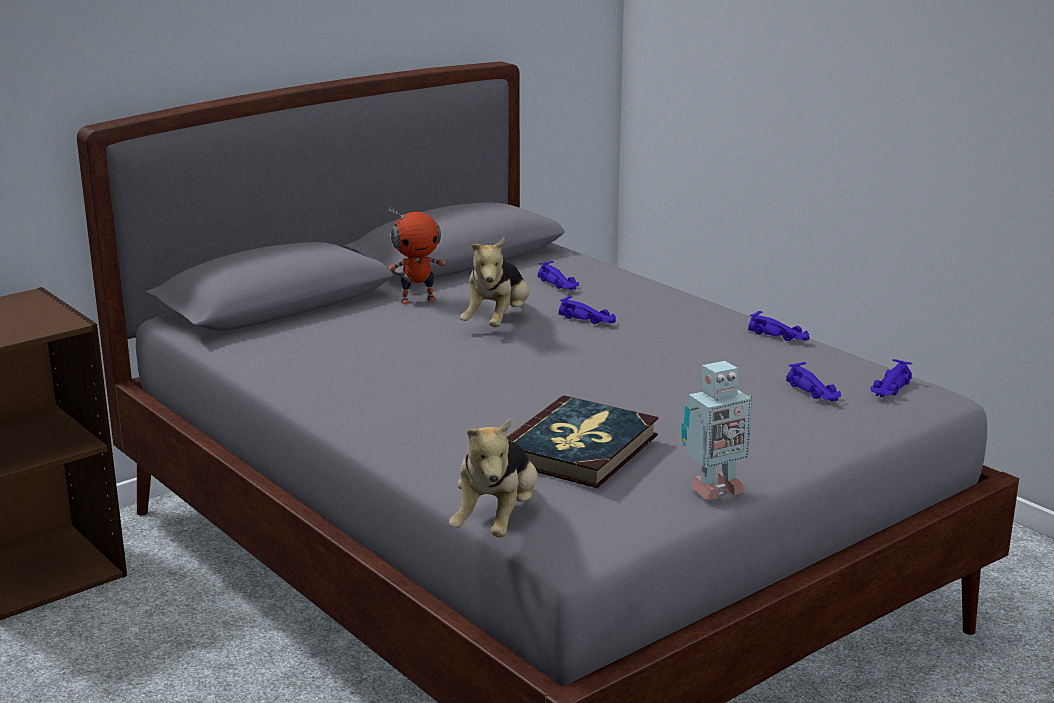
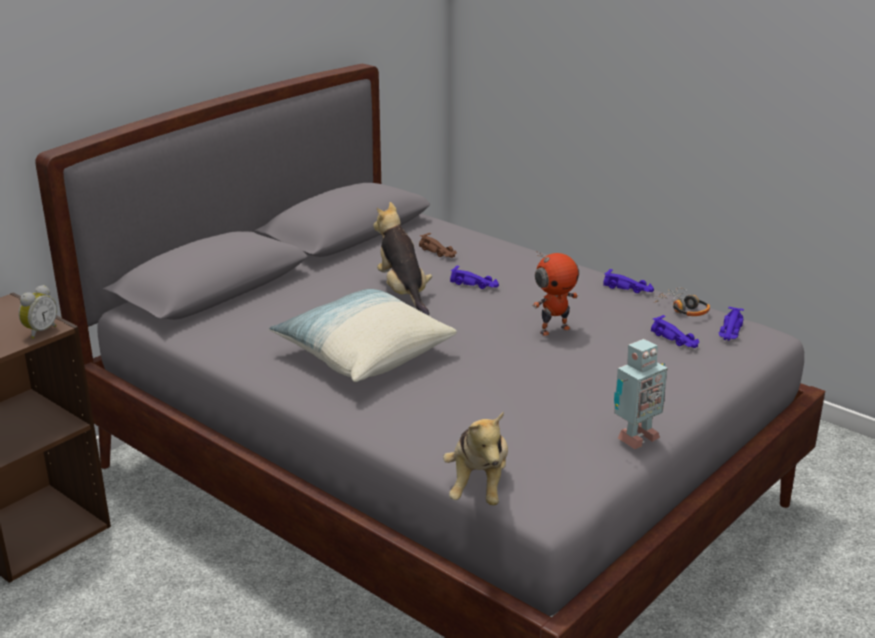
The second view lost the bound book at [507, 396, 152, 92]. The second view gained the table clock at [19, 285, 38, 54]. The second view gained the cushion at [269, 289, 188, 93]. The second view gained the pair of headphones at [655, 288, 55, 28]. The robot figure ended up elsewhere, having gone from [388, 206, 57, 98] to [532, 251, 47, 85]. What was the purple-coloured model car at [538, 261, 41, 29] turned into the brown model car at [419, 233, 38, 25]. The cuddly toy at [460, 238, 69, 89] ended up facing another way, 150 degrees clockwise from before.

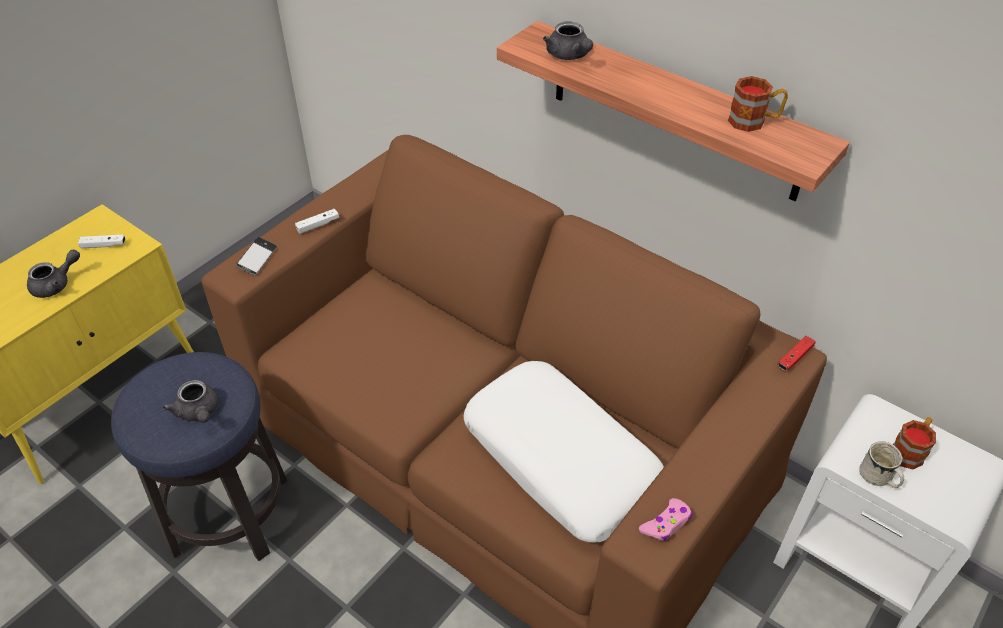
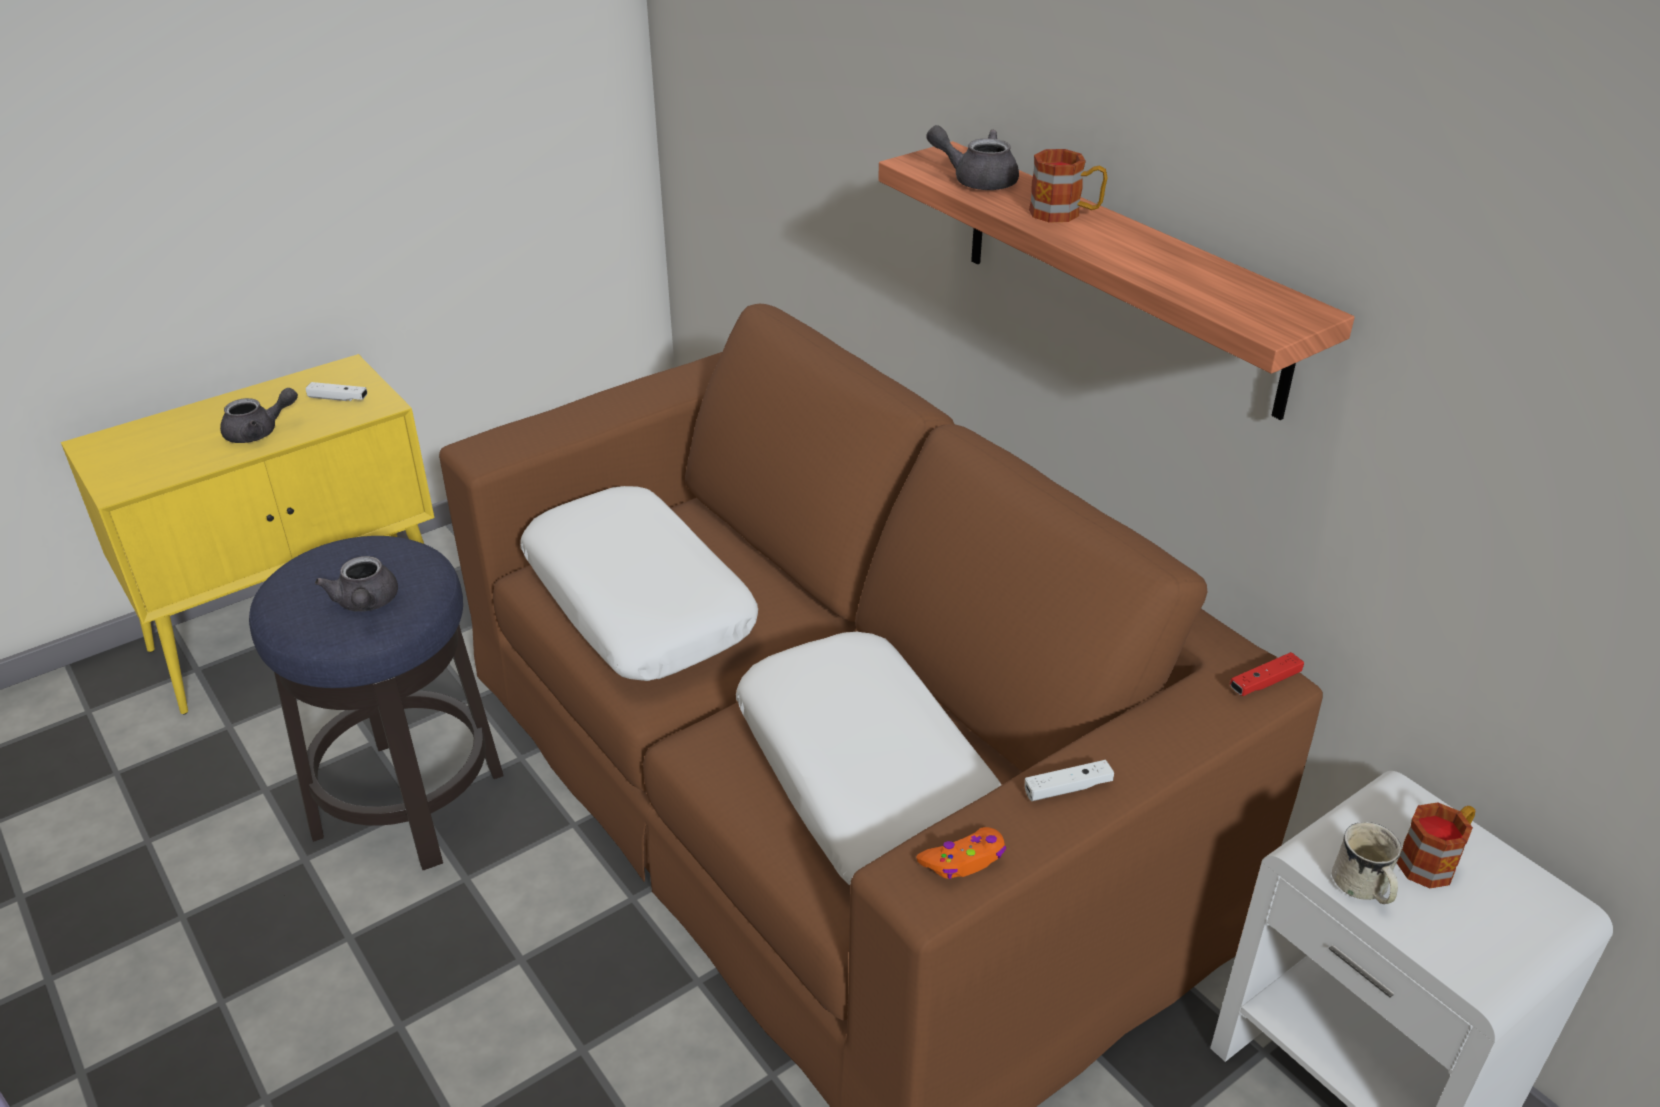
The second view lost the handset at [236, 237, 41, 38]. The second view gained the whitish cushion at [520, 486, 238, 195]. The whitish joypad ended up elsewhere, having gone from [295, 209, 44, 25] to [1025, 760, 89, 41]. The coffee mug ended up elsewhere, having gone from [728, 76, 60, 56] to [1029, 149, 79, 74]. What was the pink-coloured joypad at [639, 498, 53, 43] turned into the orange joypad at [916, 827, 90, 52]. The greyish teapot at [543, 21, 50, 39] ended up facing another way, 120 degrees clockwise from before.

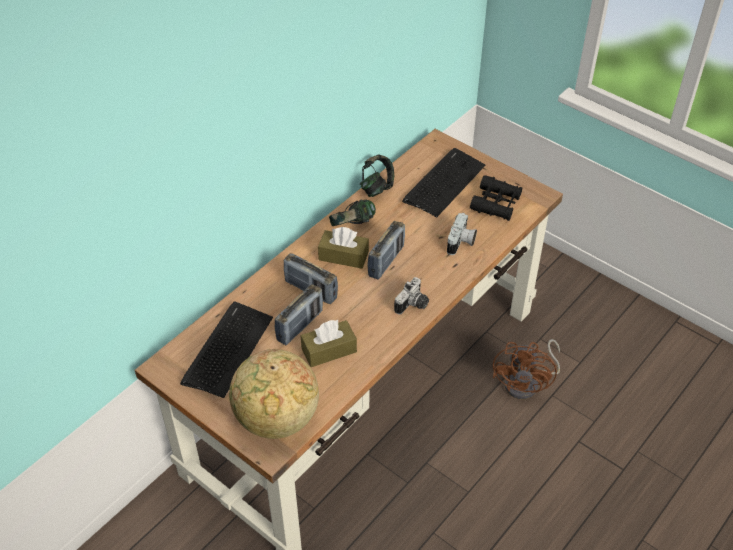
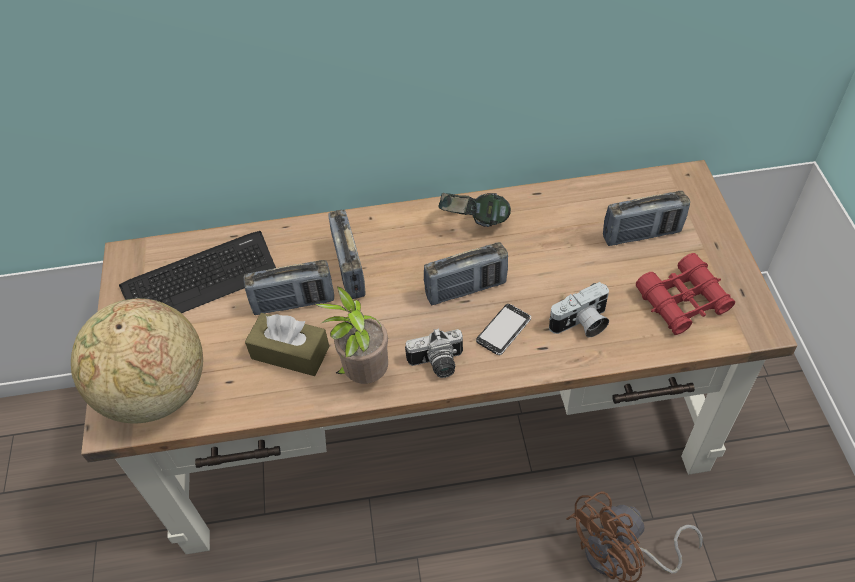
The second view lost the brown tissue holder at [318, 227, 51, 42]. The second view lost the pair of headphones at [360, 154, 34, 43]. The second view gained the potted plant at [316, 286, 72, 98]. The second view gained the handset at [476, 304, 55, 51]. Where the computer keyboard stood at [402, 148, 83, 69], the radio set came to stand at [603, 191, 87, 55]. What was the blackish binoculars at [470, 175, 52, 46] turned into the red-coloured binoculars at [636, 253, 99, 82].

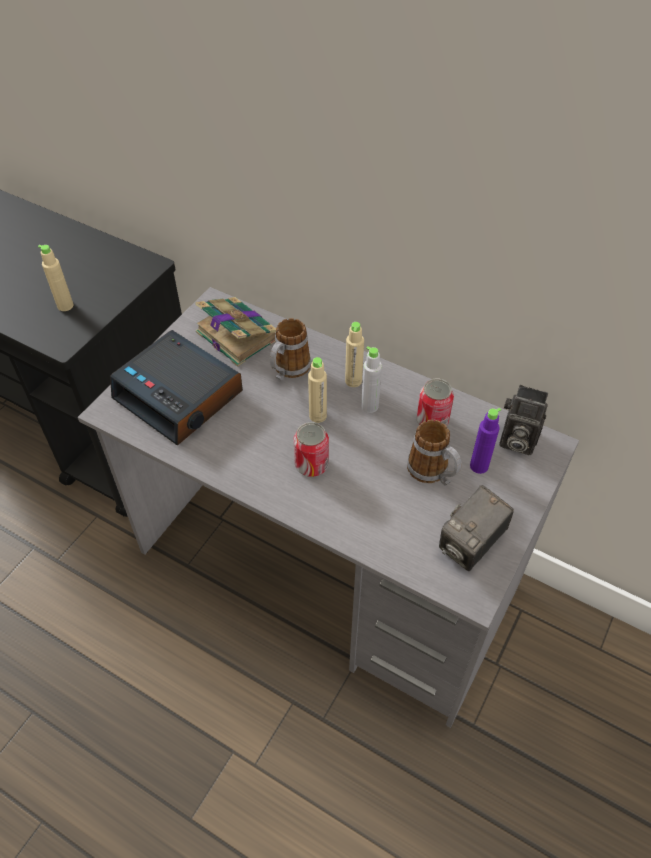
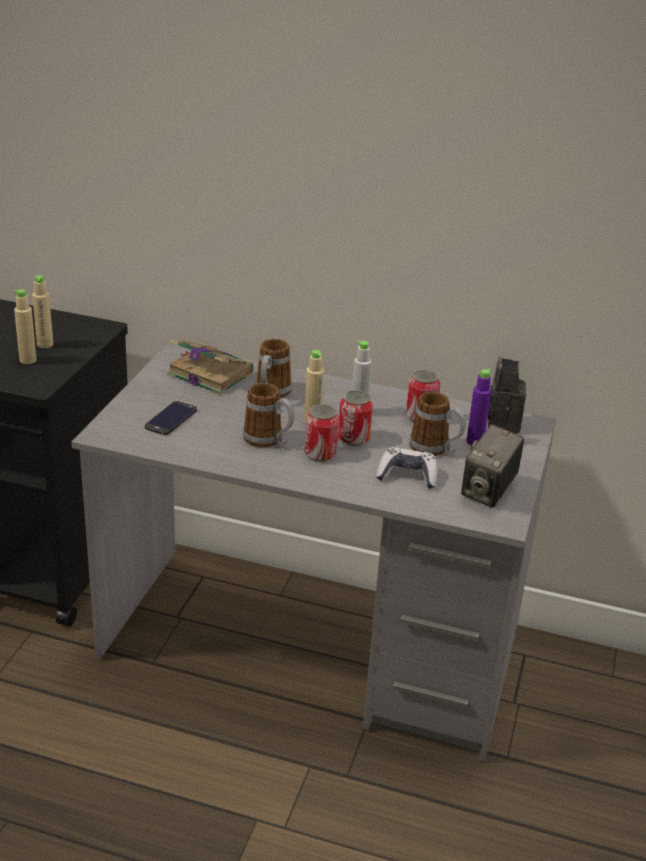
The second view gained the coffee mug at [243, 383, 51, 65]. The second view gained the can at [338, 390, 35, 56]. The second view gained the joypad at [376, 447, 61, 42]. The beige drink bottle ended up elsewhere, having gone from [345, 322, 19, 65] to [32, 275, 21, 73]. Where the table clock stood at [110, 330, 133, 116], the handset came to stand at [145, 401, 52, 34]. The photo camera at [499, 385, 49, 70] ended up facing another way, 90 degrees clockwise from before.

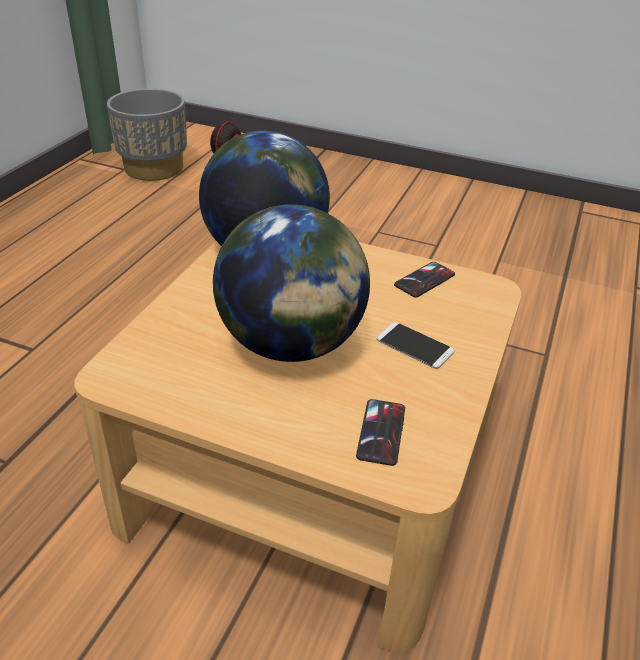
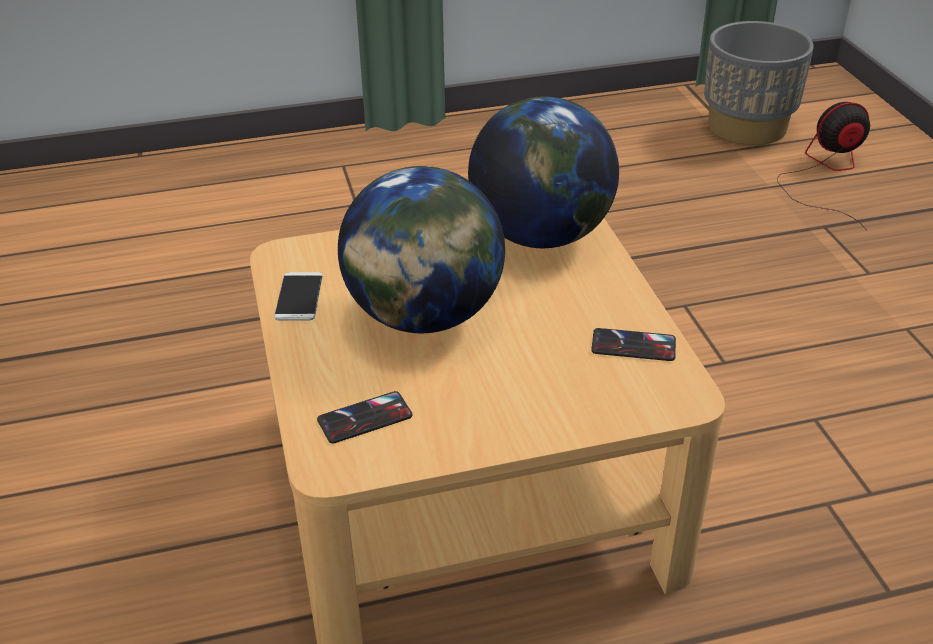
The handset ended up elsewhere, having gone from [377, 322, 77, 47] to [274, 272, 49, 49].

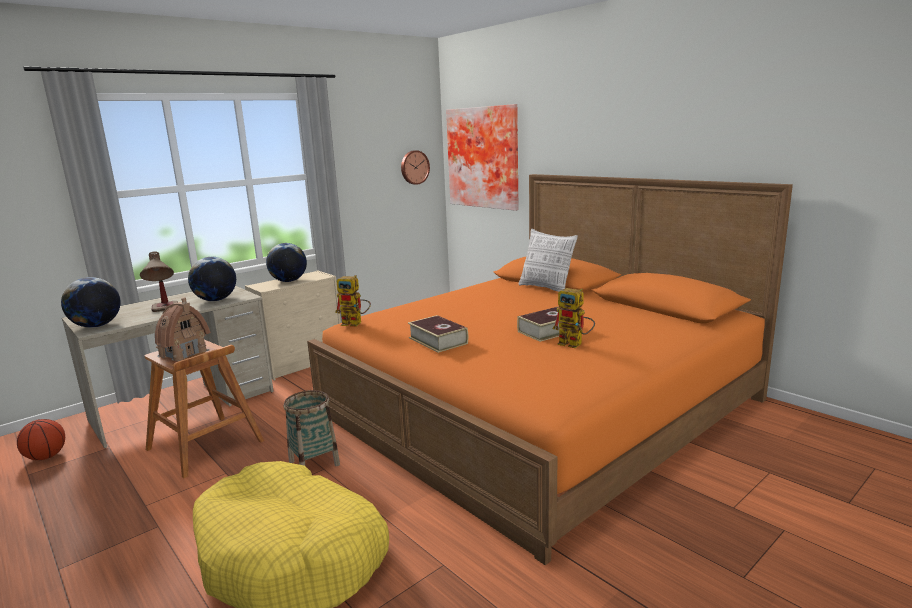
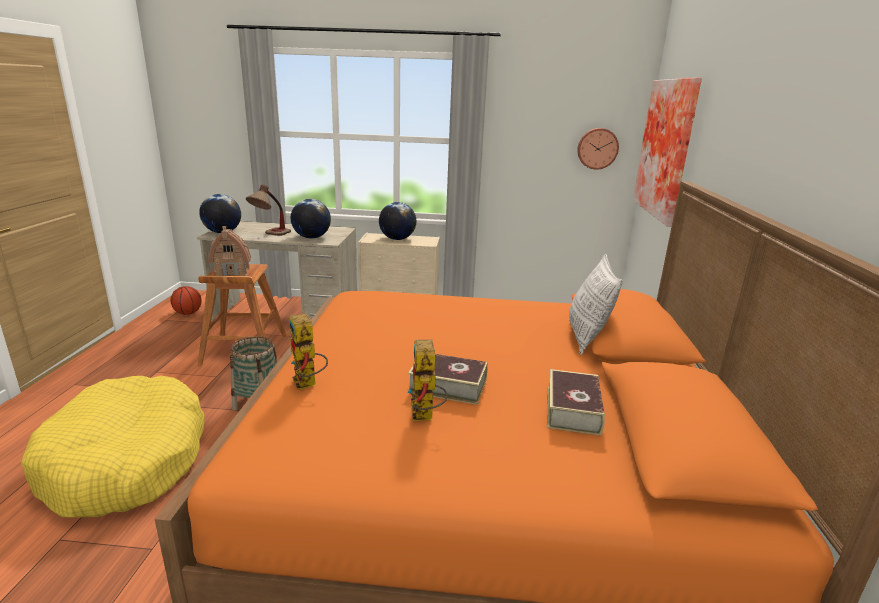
The robot figure ended up elsewhere, having gone from [335, 275, 36, 52] to [289, 313, 39, 77]. The bound book ended up elsewhere, having gone from [408, 315, 60, 38] to [547, 369, 58, 67].

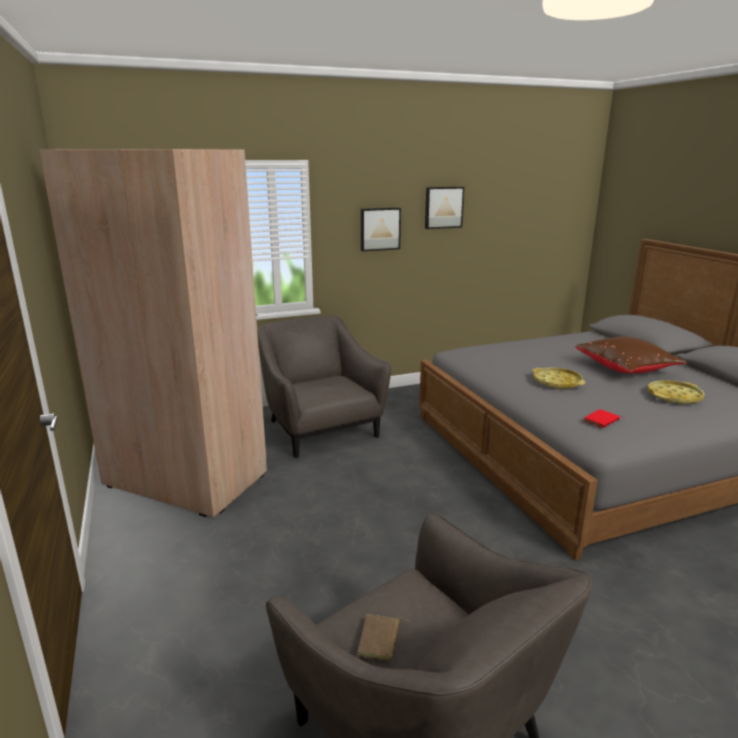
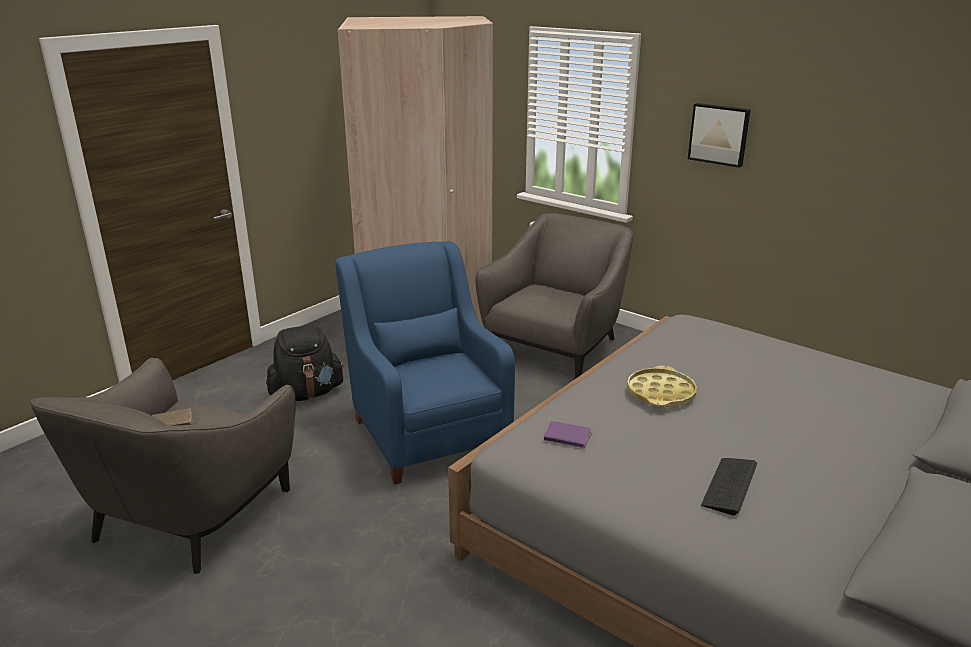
The second view lost the picture at [425, 187, 39, 42]. The second view lost the brown cushion at [576, 337, 111, 36]. The second view gained the blackish backpack at [266, 325, 78, 76]. The second view gained the blue-coloured lounge chair at [335, 241, 180, 244]. Where the yellowish serving tray stood at [648, 380, 56, 25], the computer keyboard came to stand at [701, 458, 56, 57]. What was the red-coloured bound book at [583, 409, 41, 19] turned into the purple-coloured bound book at [544, 421, 48, 29].

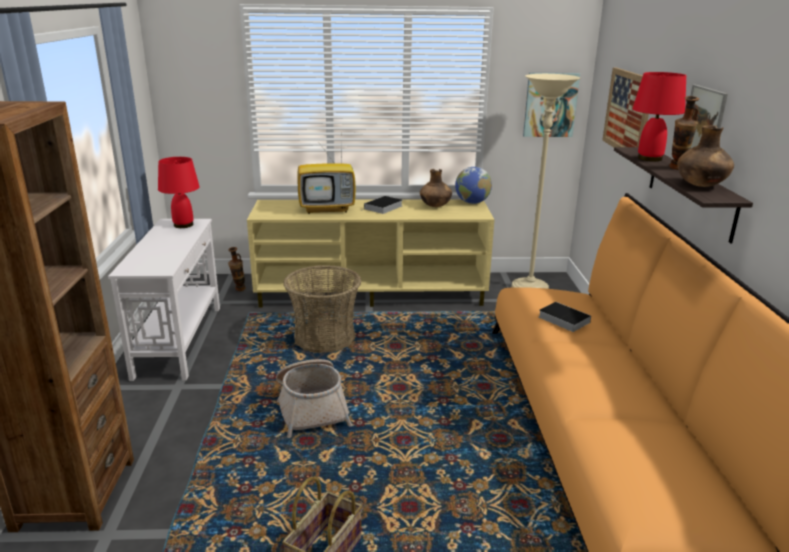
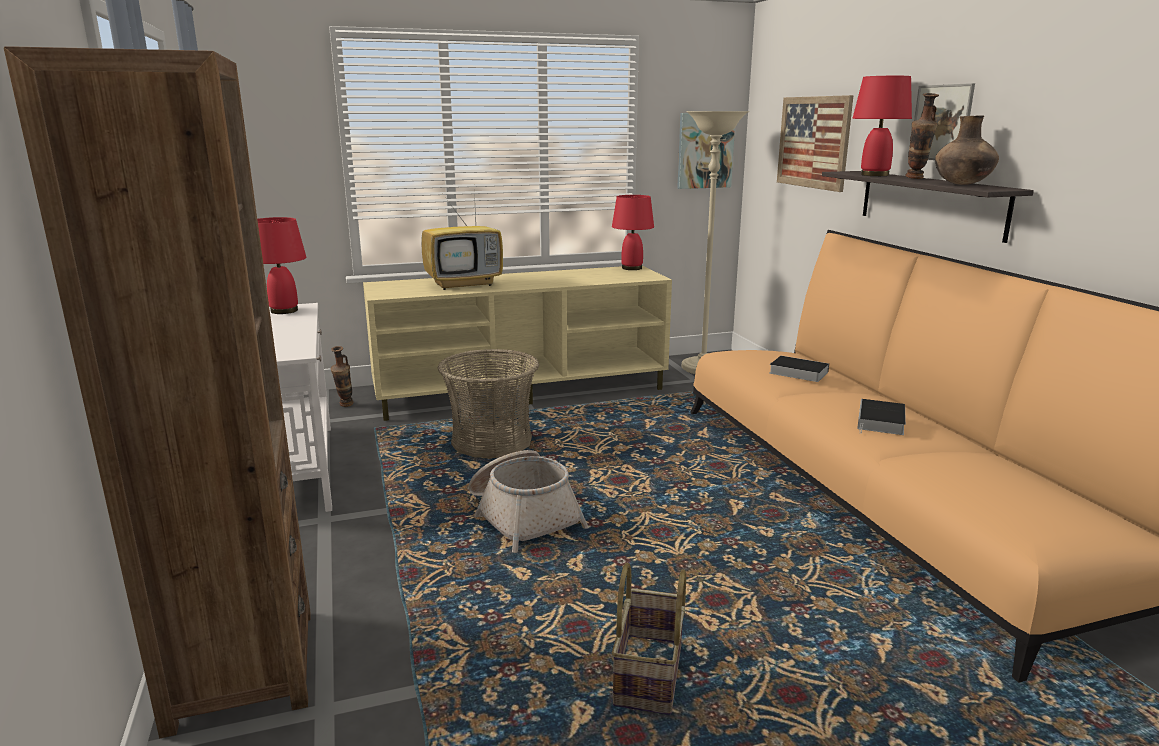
The second view lost the brown flower vase at [420, 169, 32, 38]. The bound book ended up elsewhere, having gone from [362, 196, 40, 18] to [857, 399, 49, 36]. Where the world globe stood at [455, 167, 37, 37], the red-coloured tabletop lamp came to stand at [612, 195, 42, 75].

